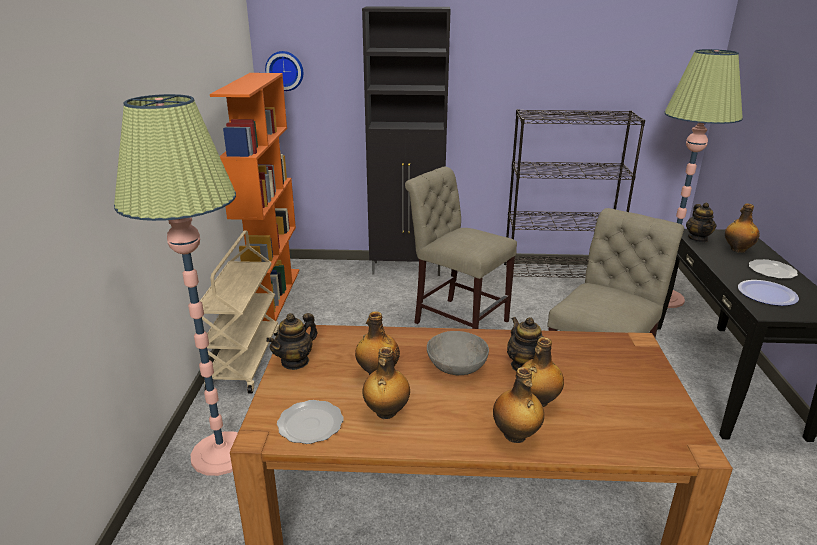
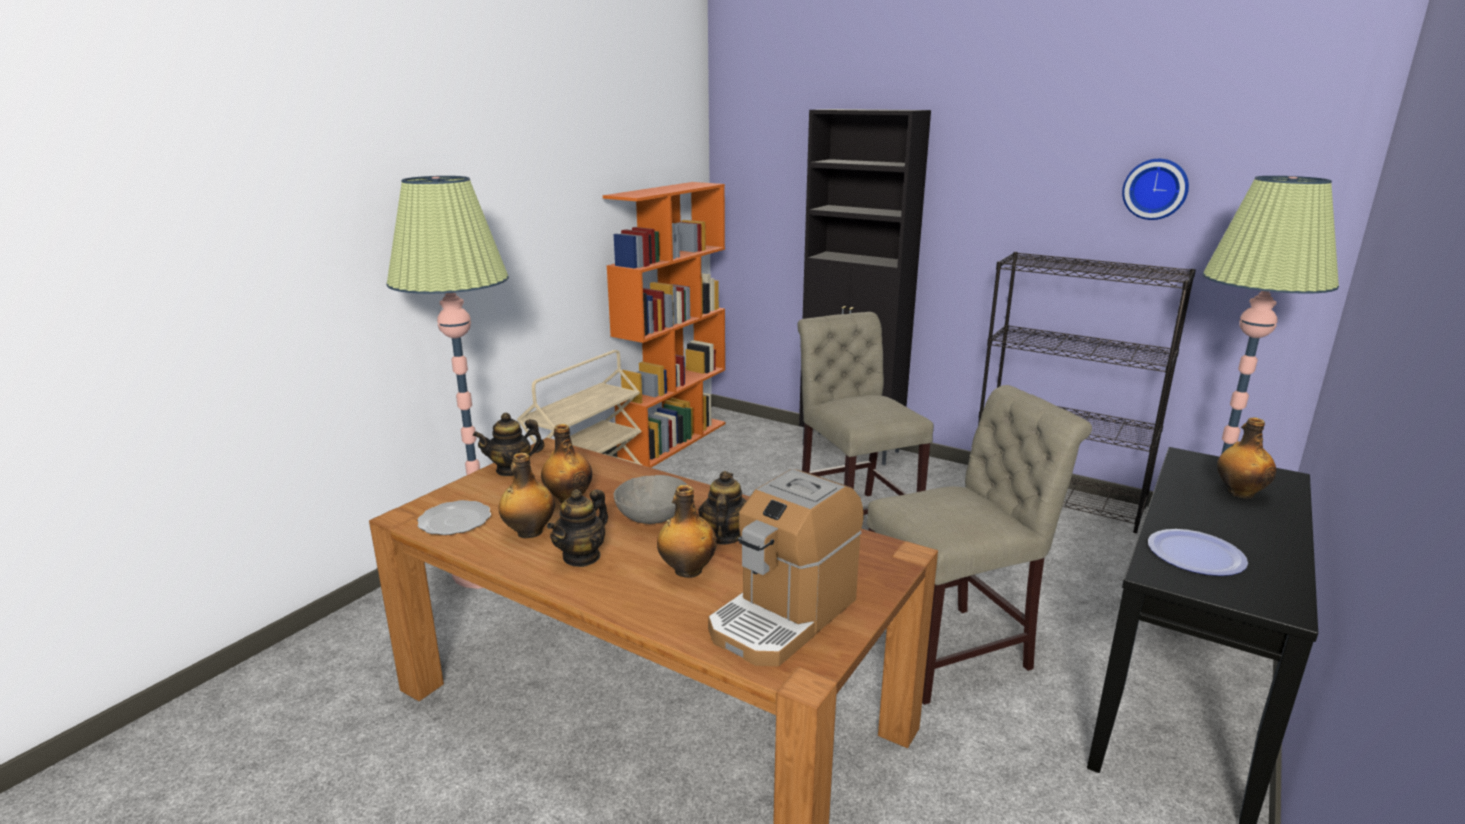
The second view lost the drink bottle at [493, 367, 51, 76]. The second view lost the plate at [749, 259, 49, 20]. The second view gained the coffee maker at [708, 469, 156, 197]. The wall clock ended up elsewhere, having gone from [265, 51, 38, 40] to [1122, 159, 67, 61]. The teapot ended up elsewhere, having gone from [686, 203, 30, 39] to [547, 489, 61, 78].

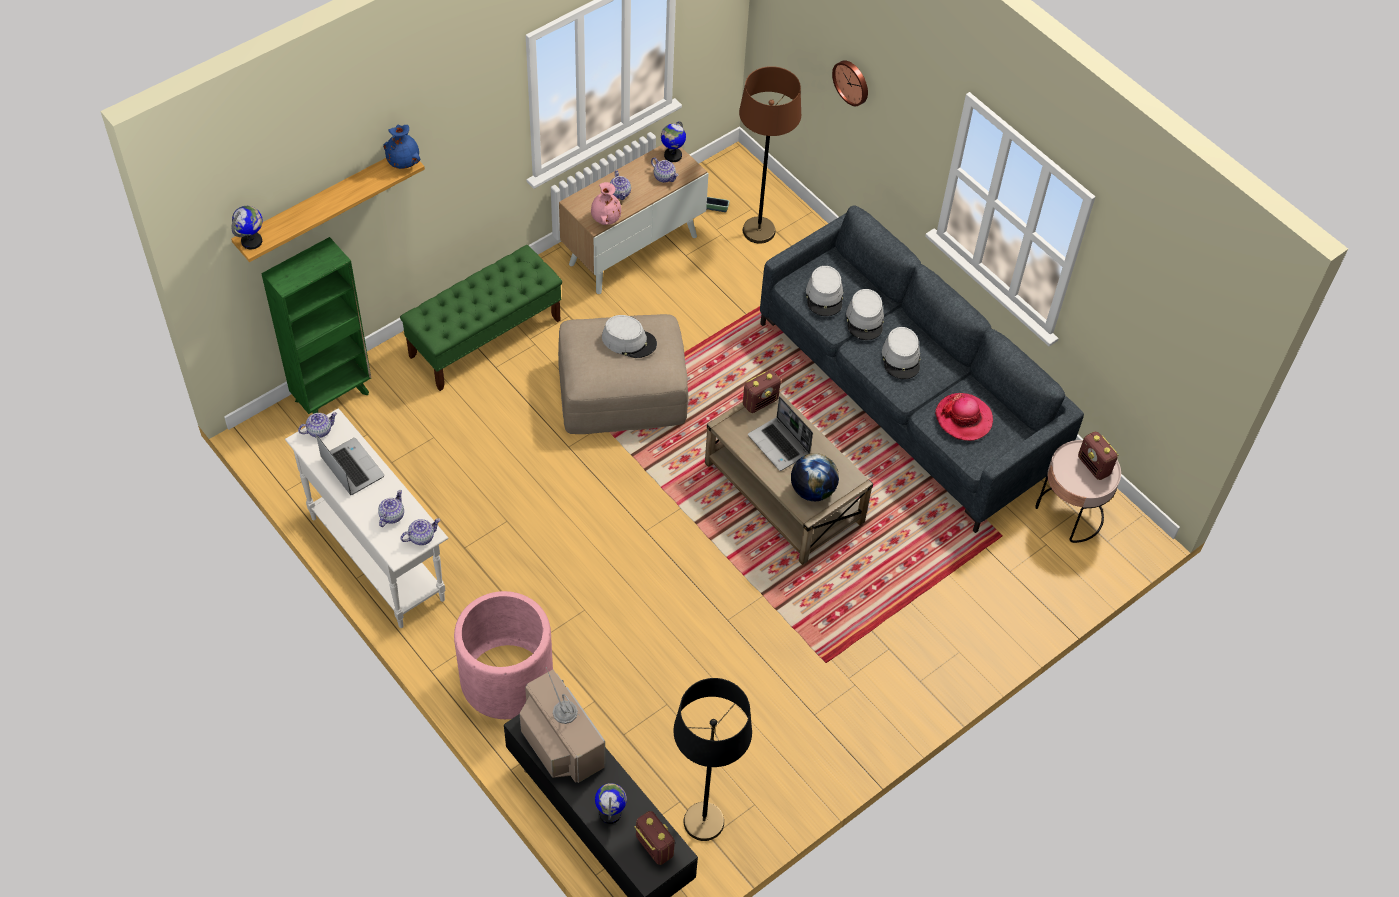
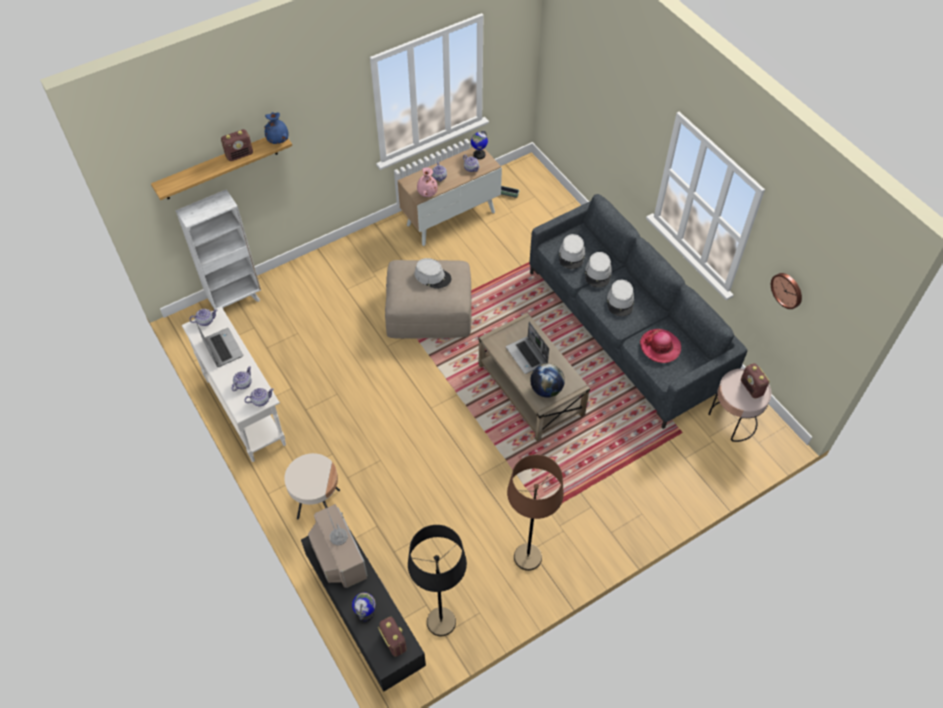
The second view lost the world globe at [232, 206, 31, 43]. The second view lost the green-coloured bench at [400, 245, 162, 146]. The brown floor lamp ended up elsewhere, having gone from [739, 66, 62, 178] to [507, 455, 57, 116]. The radio set ended up elsewhere, having gone from [743, 370, 38, 43] to [221, 129, 32, 32]. The wall clock ended up elsewhere, having gone from [832, 60, 36, 46] to [771, 273, 31, 36]. Where the pink-coloured flower pot stood at [454, 591, 99, 128], the beige accent table came to stand at [284, 453, 56, 66]. What was the green-coloured shelving unit at [261, 237, 110, 177] turned into the whitish shelving unit at [175, 189, 86, 121].

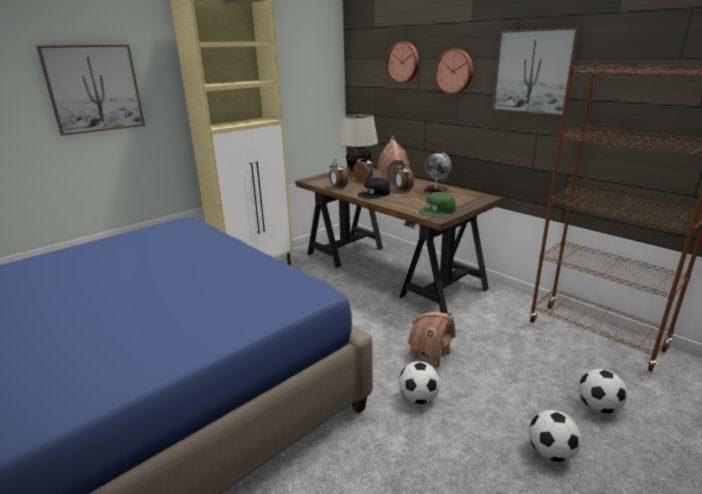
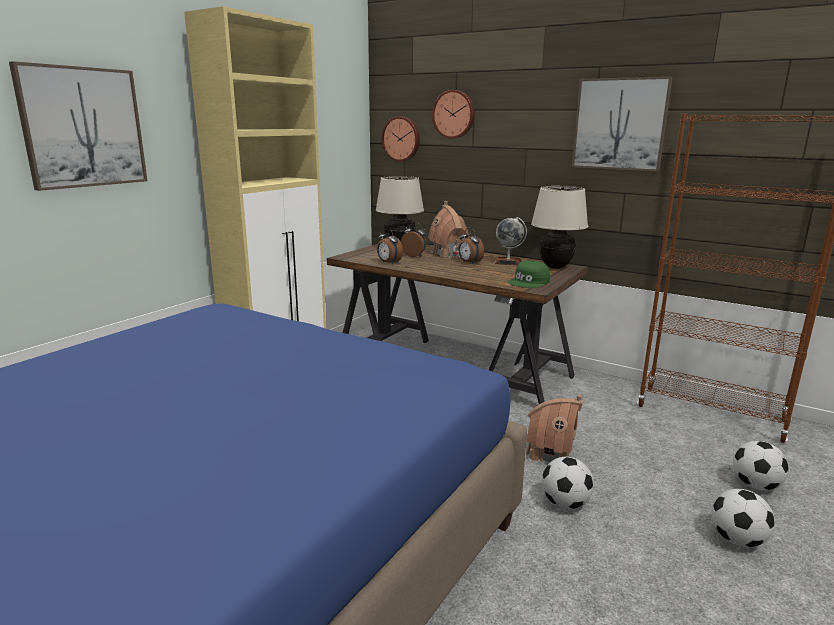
The second view lost the blackish baseball cap at [358, 178, 32, 21]. The second view gained the beige tabletop lamp at [531, 186, 57, 83]. The wall clock ended up elsewhere, having gone from [435, 49, 38, 45] to [381, 117, 39, 45].

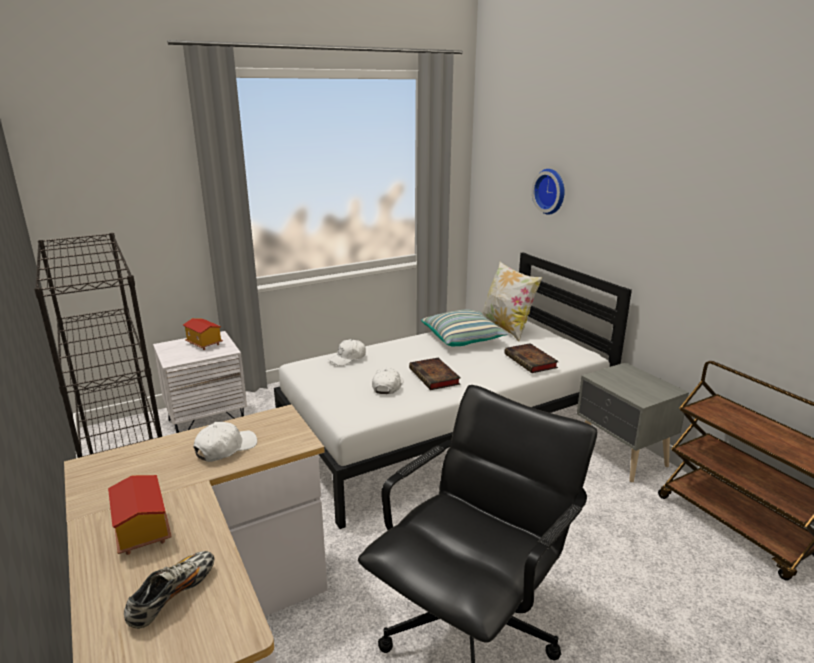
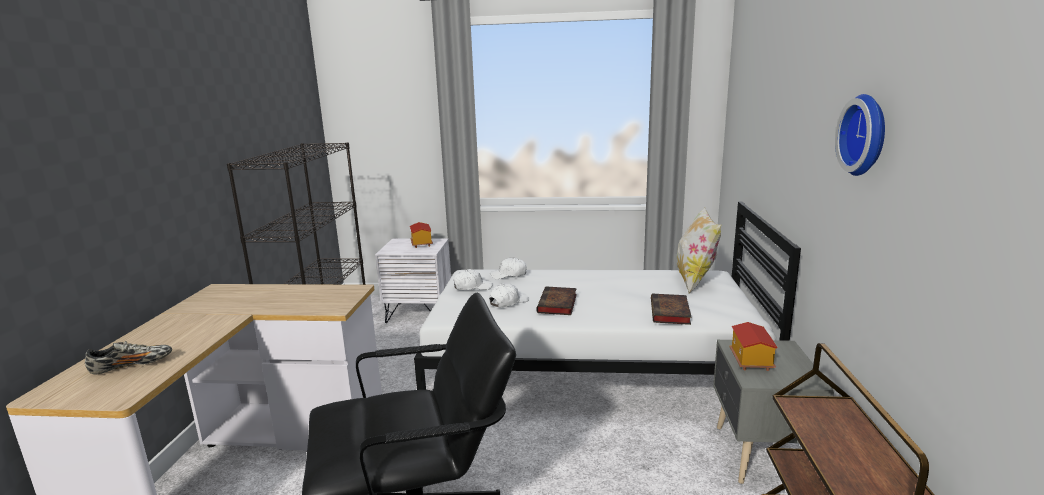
The second view lost the cushion at [421, 309, 87, 38]. The toy house ended up elsewhere, having gone from [108, 475, 64, 80] to [730, 322, 48, 49]. The whitish baseball cap ended up elsewhere, having gone from [193, 422, 64, 40] to [453, 269, 40, 21]. The wall clock ended up elsewhere, having gone from [532, 169, 33, 46] to [835, 94, 50, 82].

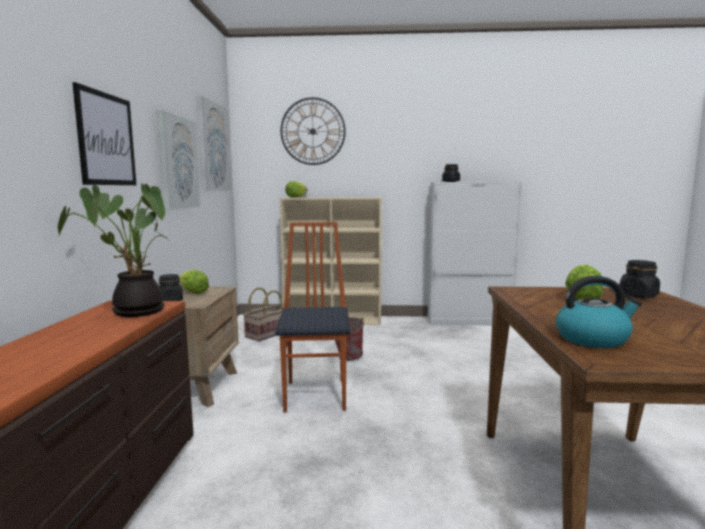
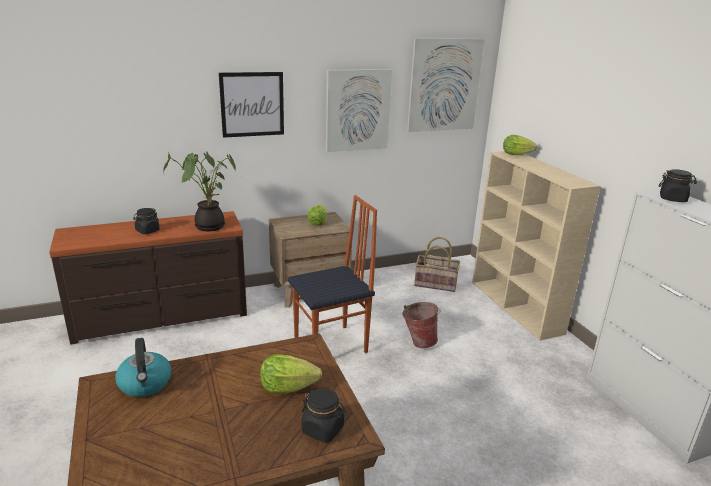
The second view lost the wall clock at [281, 97, 65, 68]. The blackish storage jar ended up elsewhere, having gone from [158, 274, 25, 27] to [133, 208, 27, 26].

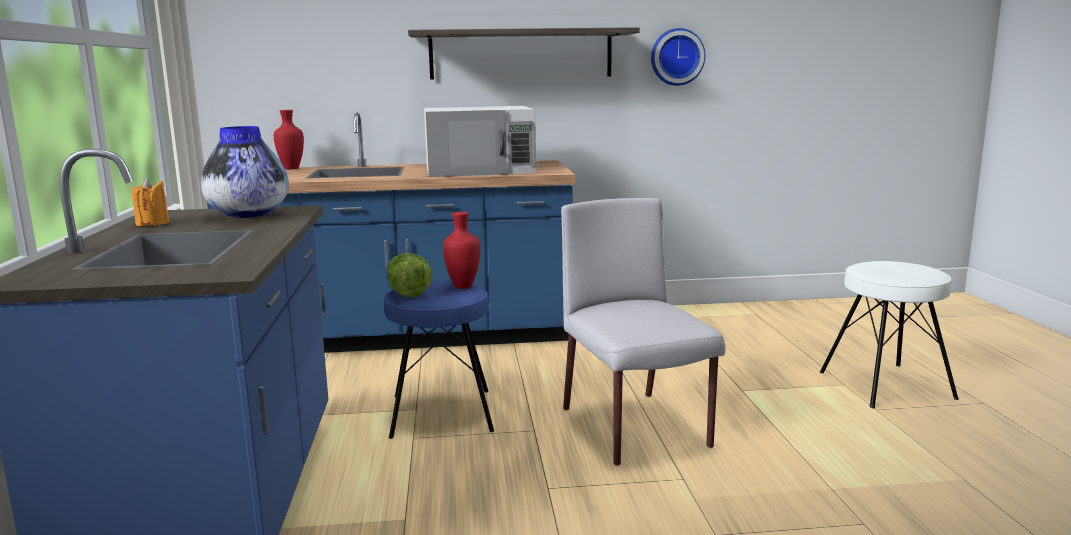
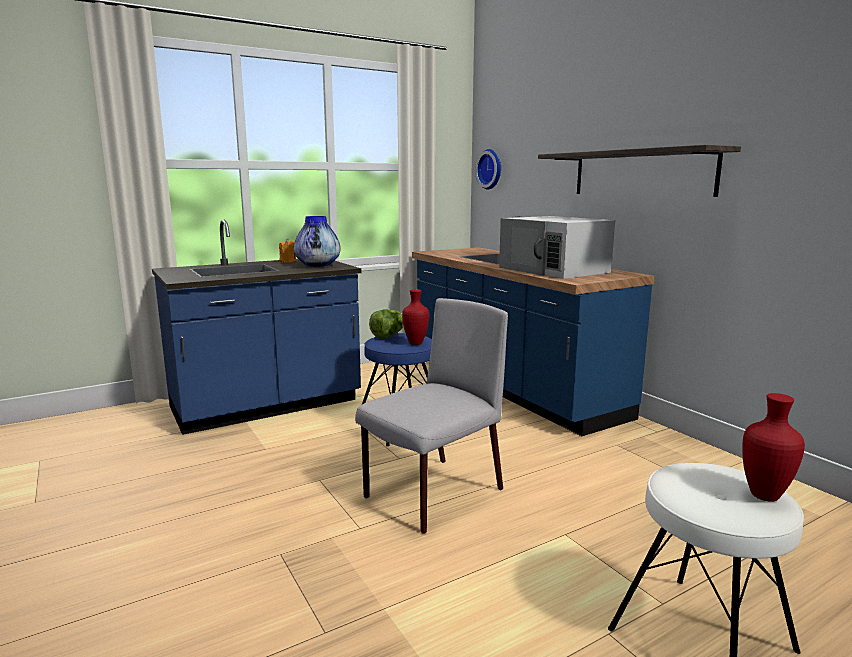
The red-coloured flower vase ended up elsewhere, having gone from [274, 110, 30, 59] to [742, 393, 63, 109]. The wall clock ended up elsewhere, having gone from [651, 28, 54, 58] to [475, 149, 26, 41].

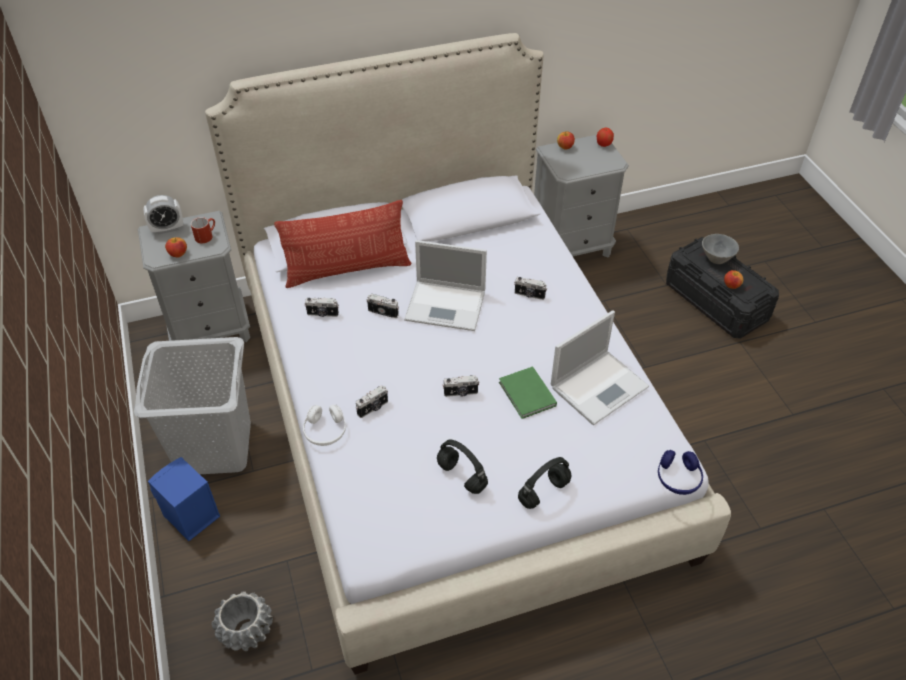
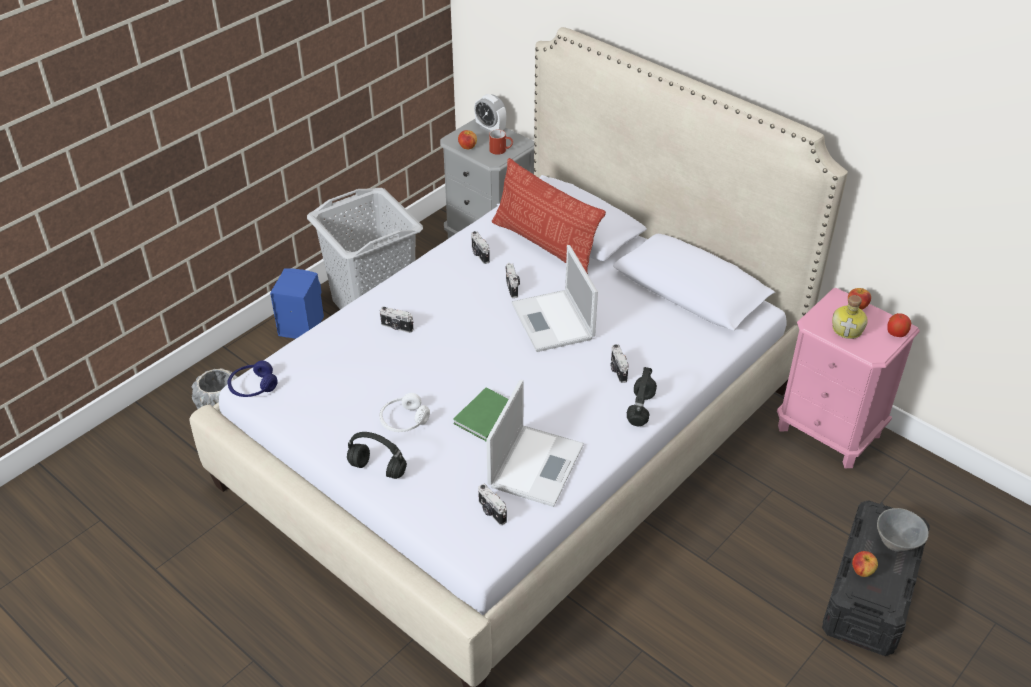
The second view gained the drink bottle at [832, 295, 36, 44]. The whitish pair of headphones ended up elsewhere, having gone from [303, 405, 43, 41] to [379, 393, 51, 39]. The blackish pair of headphones ended up elsewhere, having gone from [437, 439, 51, 55] to [627, 367, 30, 59]. The photo camera ended up elsewhere, having gone from [442, 375, 38, 22] to [478, 484, 29, 41]. The blue-coloured pair of headphones ended up elsewhere, having gone from [658, 450, 45, 45] to [228, 361, 50, 36]. What was the greyish bedside table at [534, 135, 95, 123] turned into the pink-coloured bedside table at [777, 287, 143, 181]. The laptop at [551, 310, 98, 115] ended up facing another way, 90 degrees counterclockwise from before.

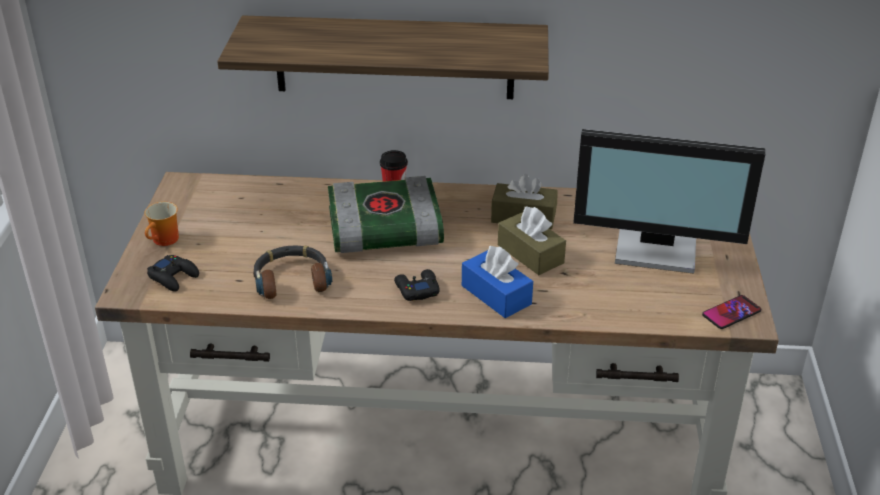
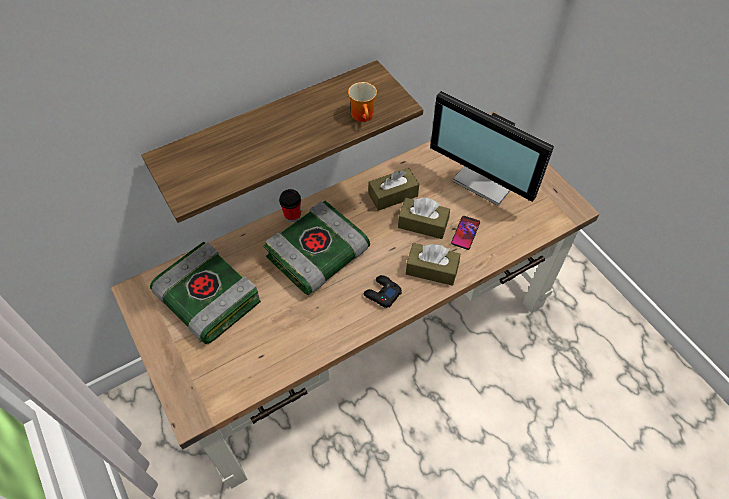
The second view lost the blackish joypad at [147, 255, 52, 37]. The second view lost the pair of headphones at [253, 245, 79, 54]. The second view gained the bound book at [150, 241, 111, 103]. The coffee mug ended up elsewhere, having gone from [145, 202, 34, 44] to [348, 82, 29, 40]. The handset ended up elsewhere, having gone from [702, 295, 59, 34] to [451, 216, 29, 34]. What was the blue-coloured tissue holder at [462, 246, 71, 72] turned into the brown tissue holder at [406, 243, 54, 43]. The computer display at [573, 129, 192, 145] ended up facing another way, 60 degrees clockwise from before.

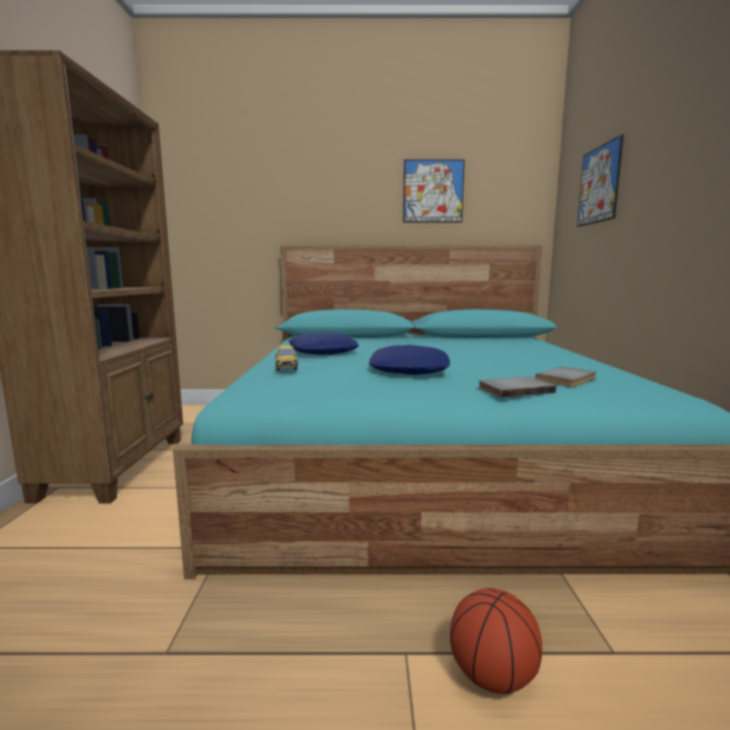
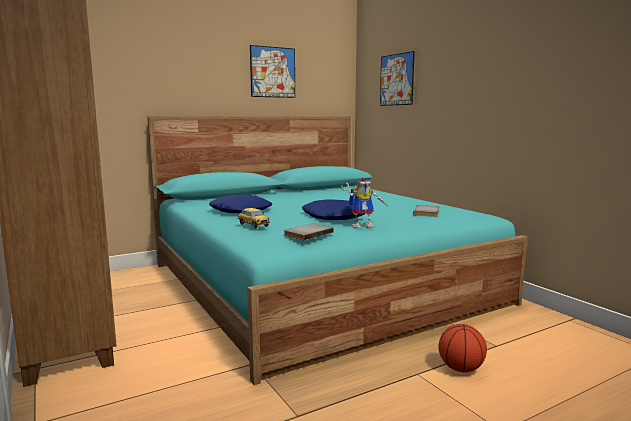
The second view gained the robot figure at [341, 178, 45, 50]. The greyish bound book ended up elsewhere, having gone from [478, 377, 78, 21] to [284, 223, 50, 17].

